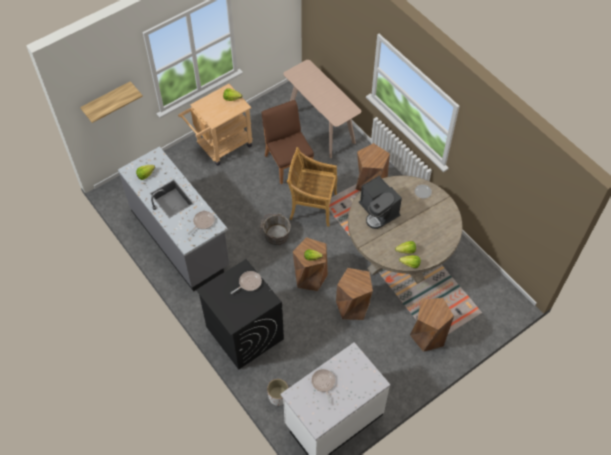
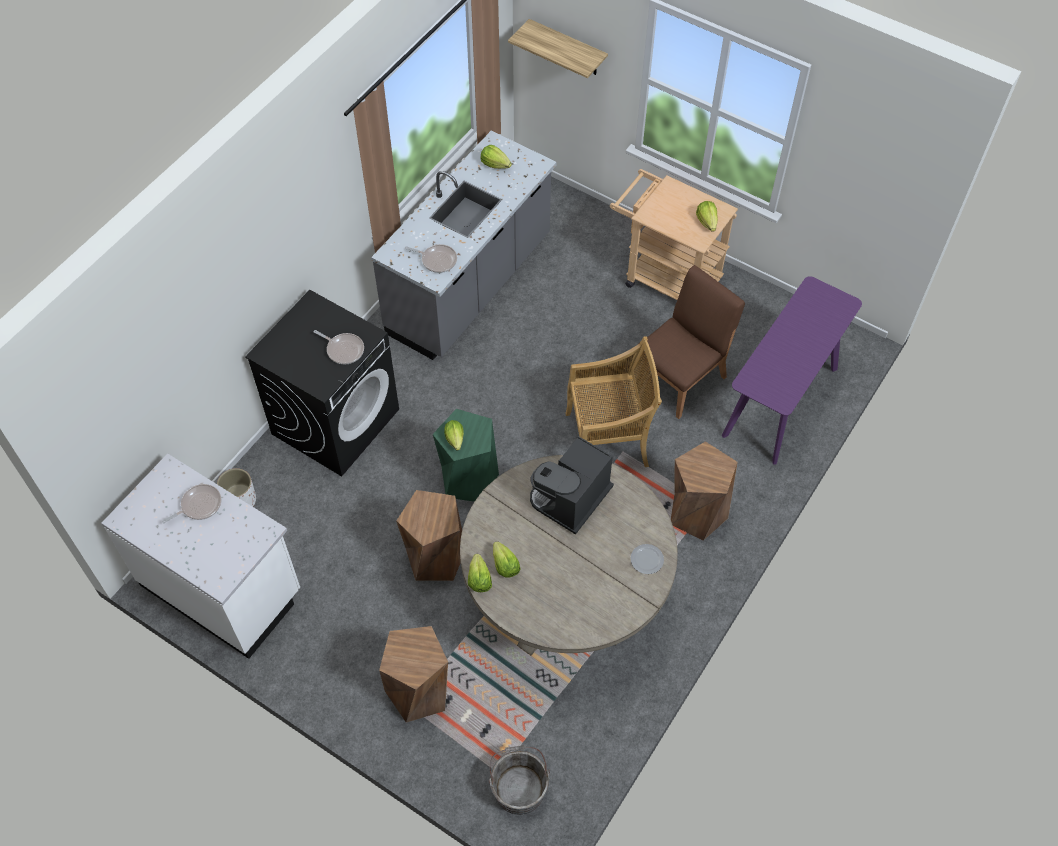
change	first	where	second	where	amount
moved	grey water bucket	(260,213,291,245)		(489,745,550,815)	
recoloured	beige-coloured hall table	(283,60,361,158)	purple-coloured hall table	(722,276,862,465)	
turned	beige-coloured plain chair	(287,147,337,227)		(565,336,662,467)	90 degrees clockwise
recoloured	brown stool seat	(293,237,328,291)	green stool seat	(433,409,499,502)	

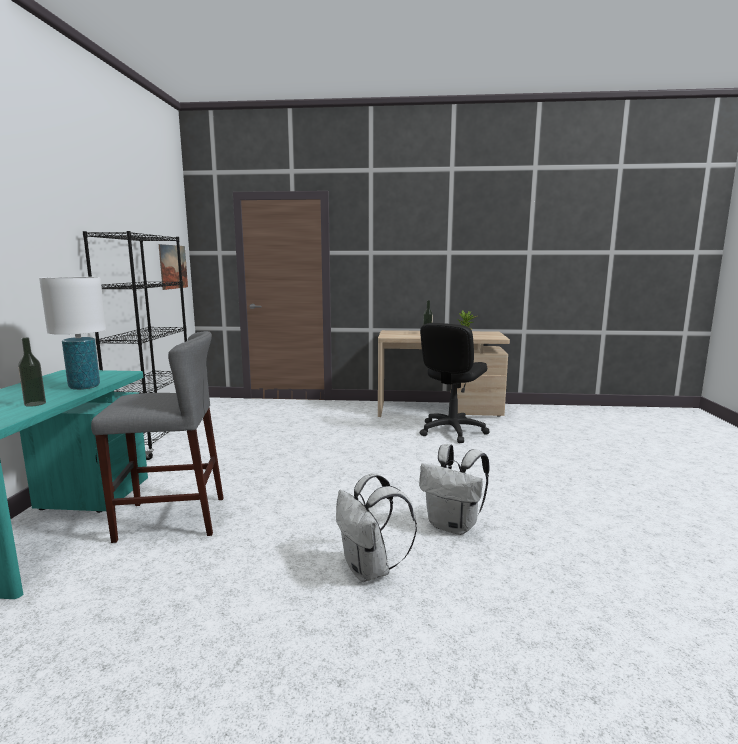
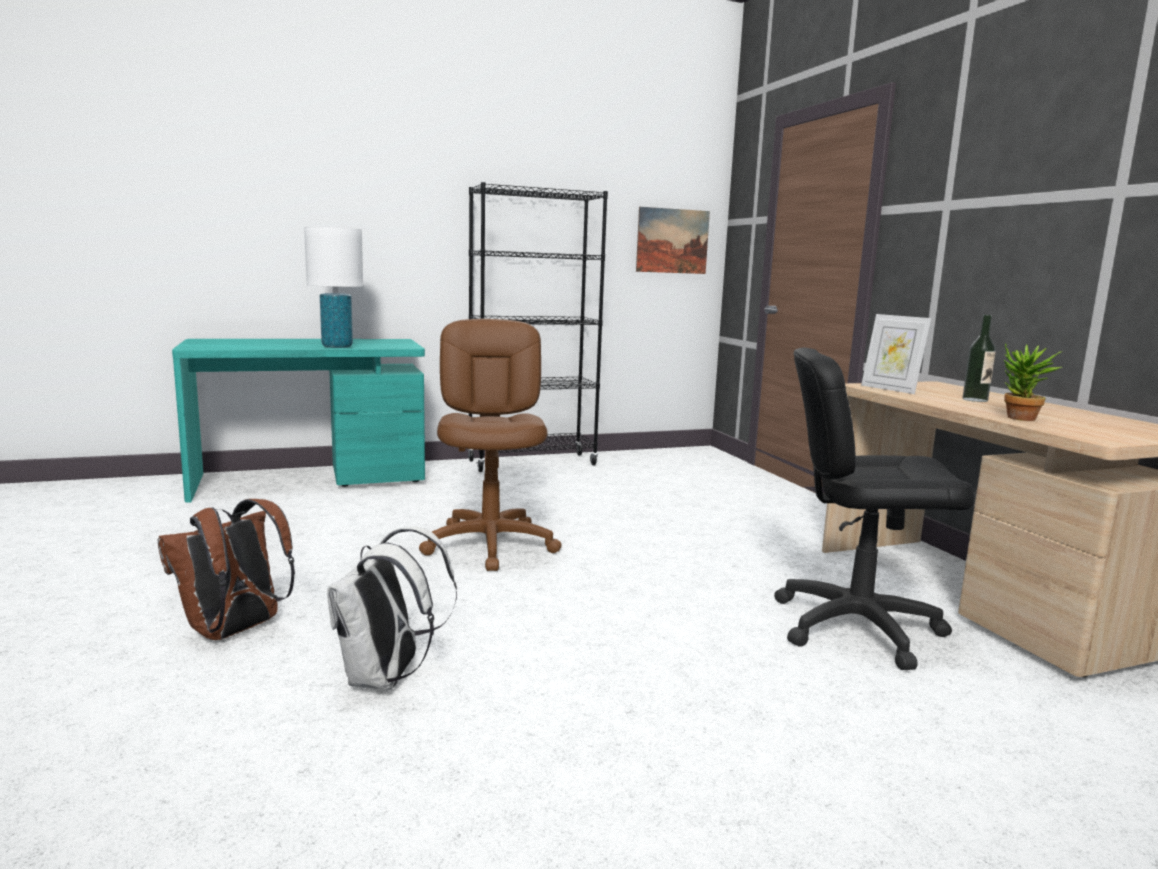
change	first	where	second	where	amount
removed	drink bottle	(18,338,46,407)			
removed	grey stool seat	(91,331,223,543)			
recoloured	whitish rucksack	(336,473,417,582)	brown rucksack	(158,499,295,640)	
added			brown computer chair	(419,319,562,571)	
added			standing frame	(861,314,931,394)	

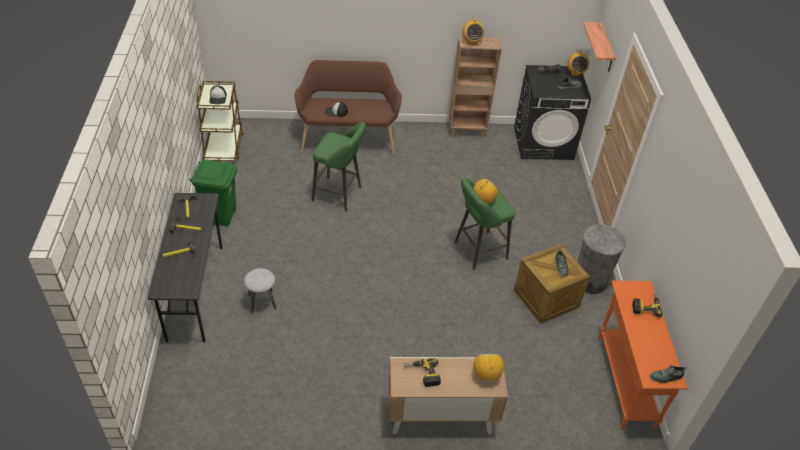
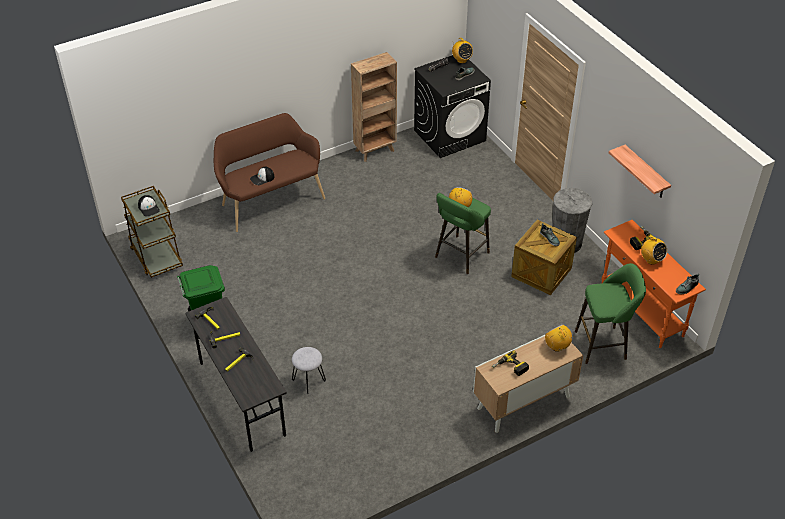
change	first	where	second	where	amount
moved	green stool seat	(312,122,366,211)		(575,263,646,364)	
moved	radio	(462,17,484,45)		(641,236,667,265)	
moved	shelf	(583,22,616,72)		(609,145,671,198)	

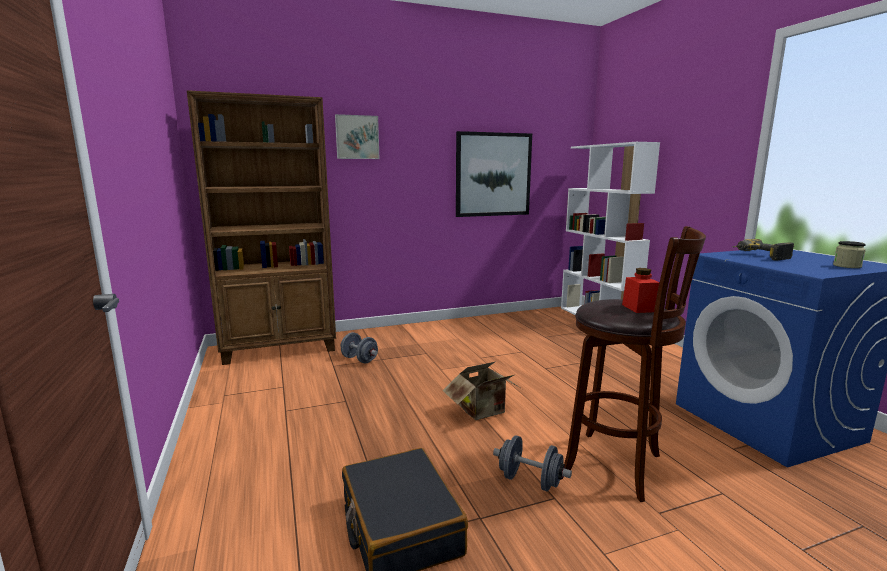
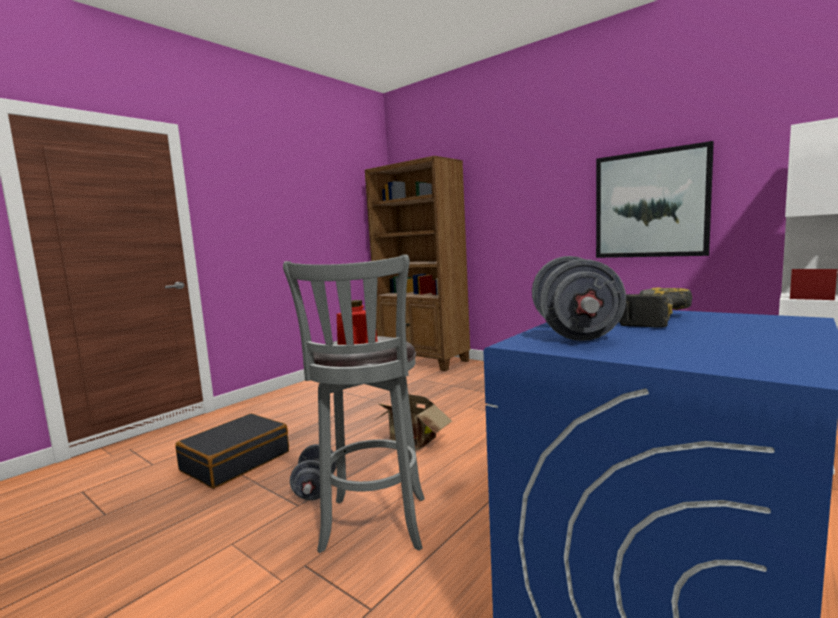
change	first	where	second	where	amount
removed	wall art	(335,114,379,159)			
moved	grey dumbbell	(341,332,378,363)		(532,256,626,341)	
recoloured	brown stool seat	(564,226,706,502)	grey stool seat	(283,255,425,553)	
removed	preserve jar	(833,241,866,268)			

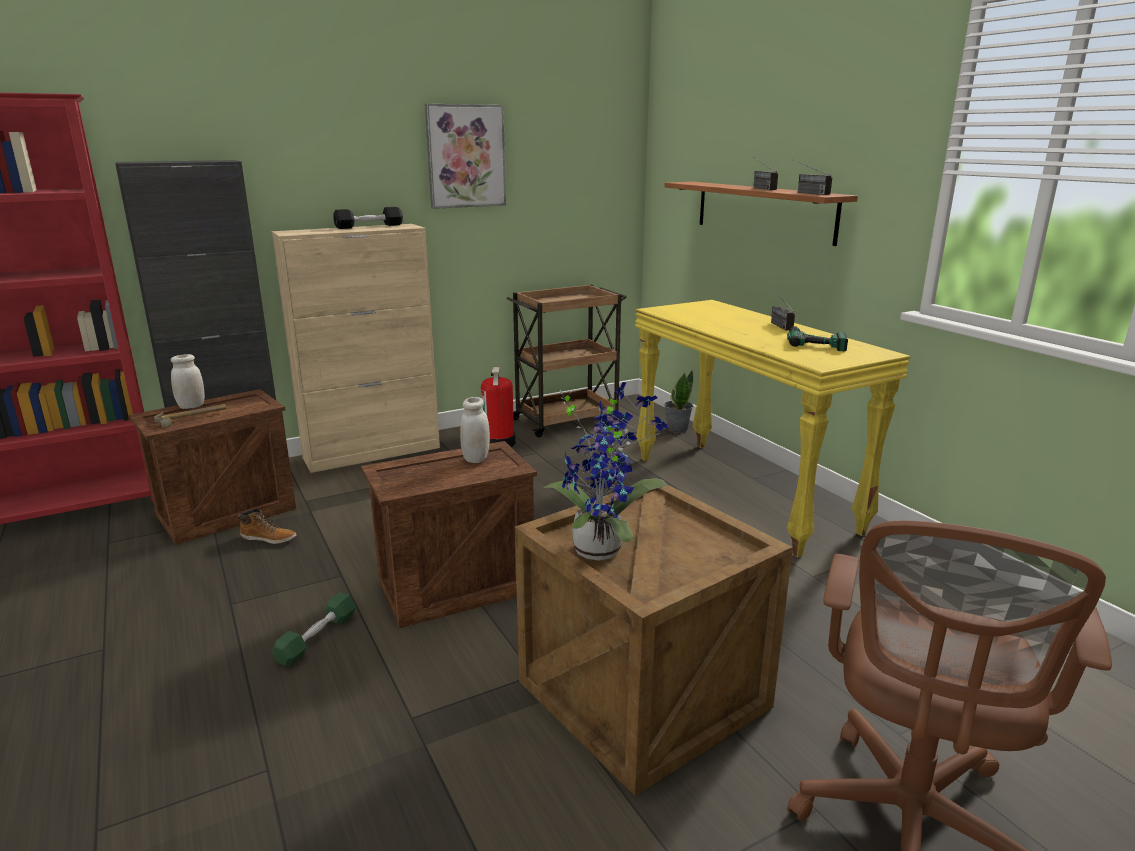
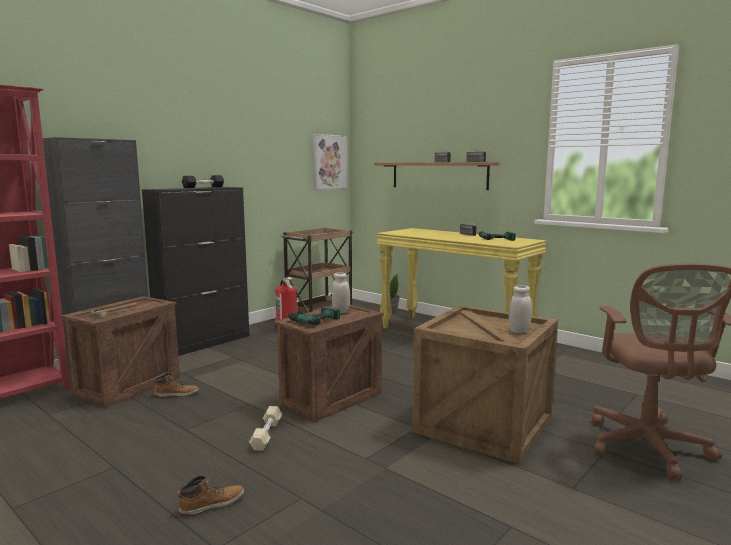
change	first	where	second	where	amount
moved	whitish preserve jar	(171,354,205,409)		(509,285,532,333)	
recoloured	beige-coloured cabinet	(272,224,440,473)	black-coloured cabinet	(142,187,249,356)	
recoloured	green dumbbell	(273,592,356,666)	beige-coloured dumbbell	(249,406,282,451)	
moved	wall art	(425,104,506,209)		(312,134,347,190)	
removed	houseplant	(545,382,668,561)			
added			high-top boot	(177,475,244,517)	
added			power drill	(282,307,340,325)	

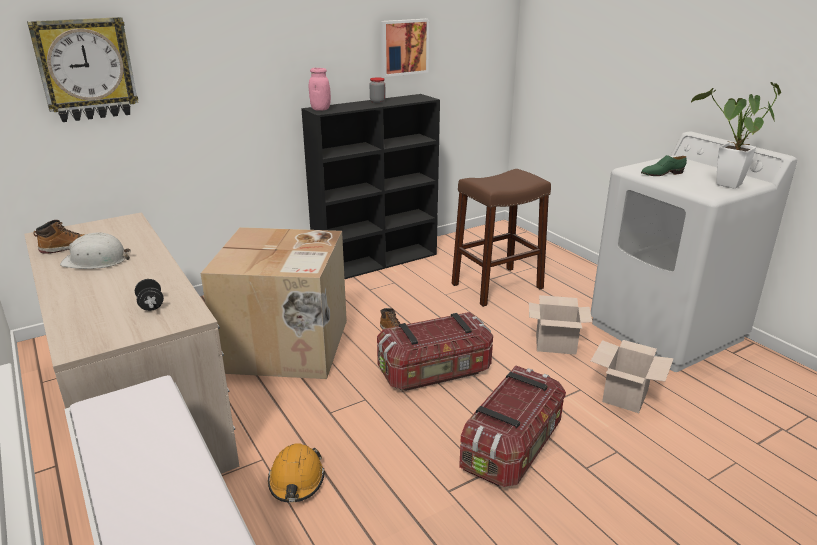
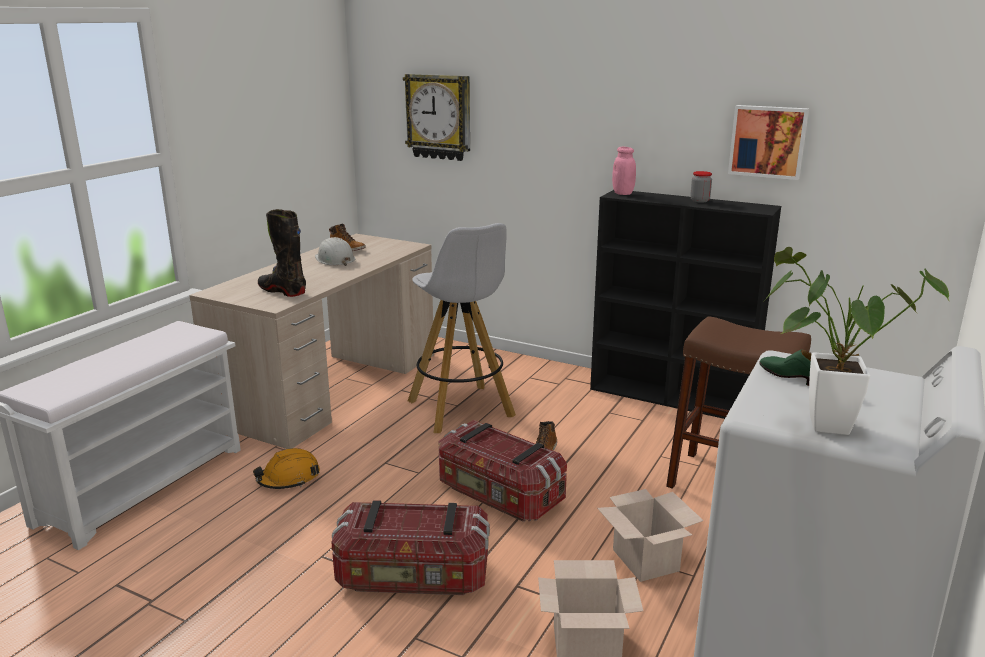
change	first	where	second	where	amount
replaced	black-coloured dumbbell	(135,279,164,311)	black-coloured high-top boot	(258,209,306,297)	
replaced	carton	(200,227,347,379)	whitish stool seat	(408,223,516,433)	

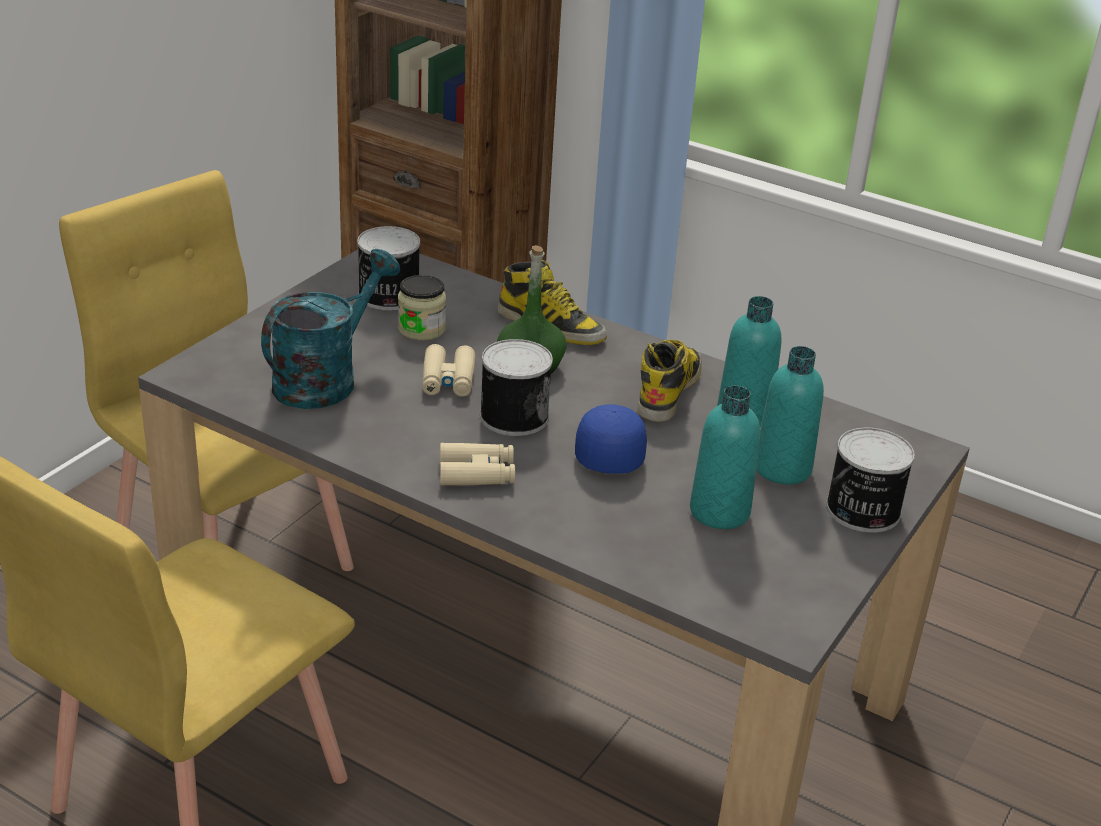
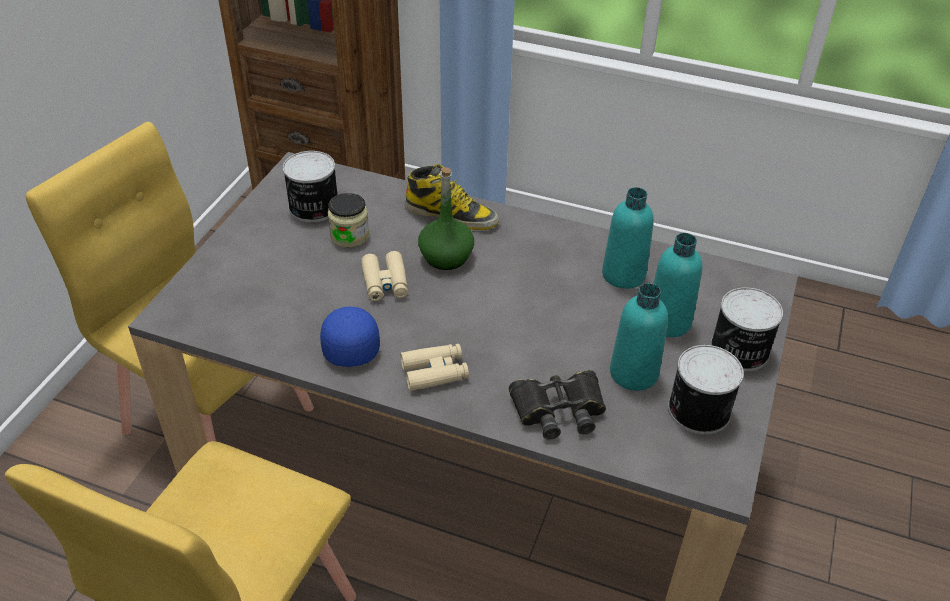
change	first	where	second	where	amount
removed	turquoise-coloured watering can	(261,249,400,409)			
moved	sealed can	(480,339,553,436)		(668,345,744,435)	
moved	blue-coloured peaked cap	(575,404,647,474)		(320,306,380,367)	
removed	high-top boot	(637,340,702,422)			
added			black-coloured field glasses	(509,370,606,440)	

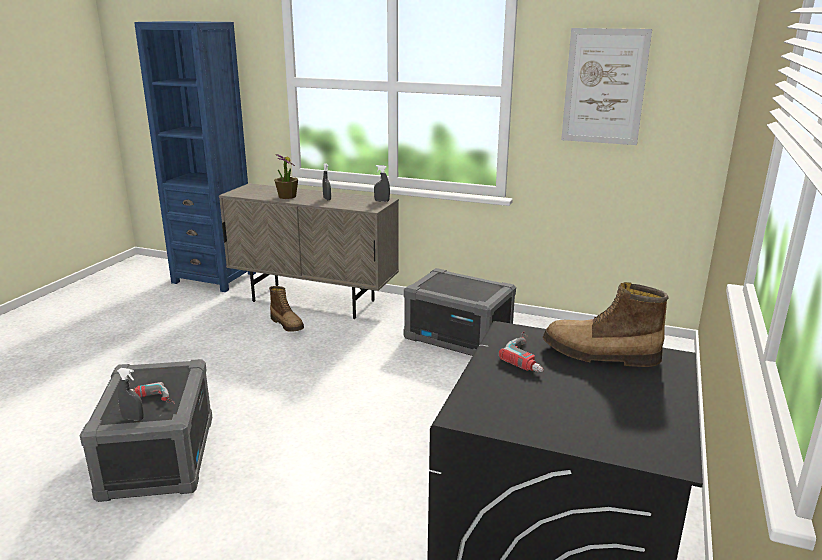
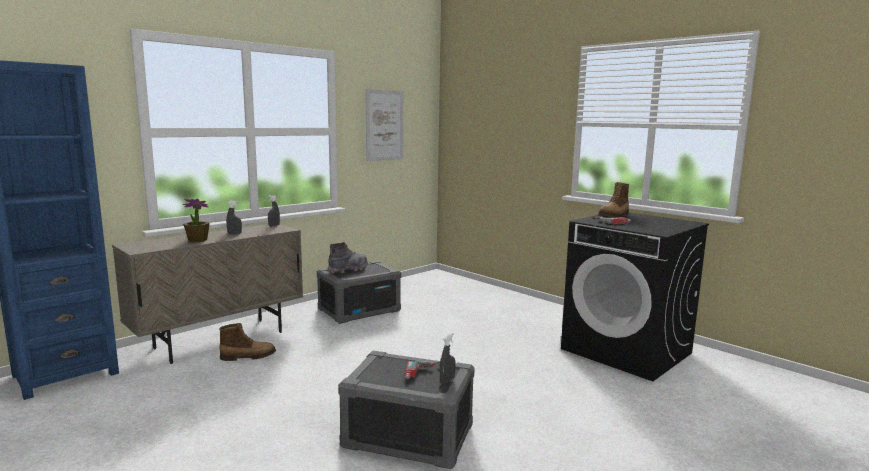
change	first	where	second	where	amount
added			grey high-top boot	(328,242,368,274)	

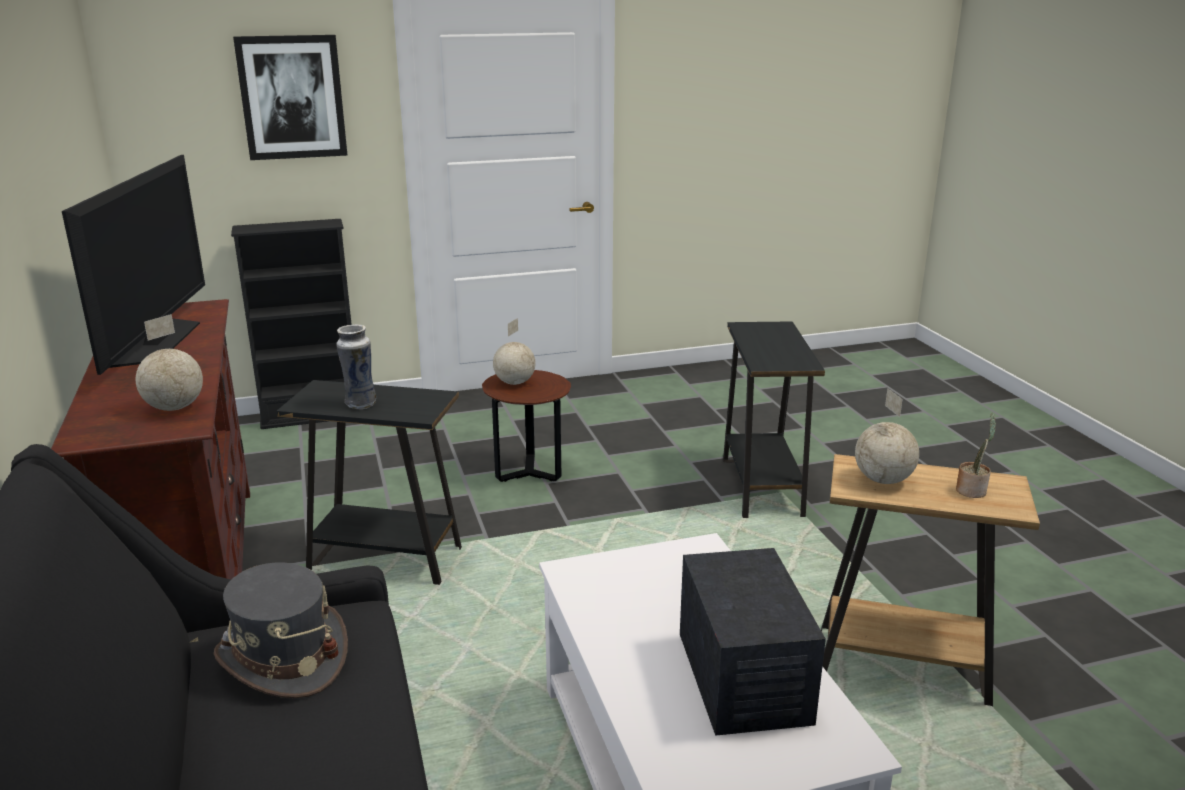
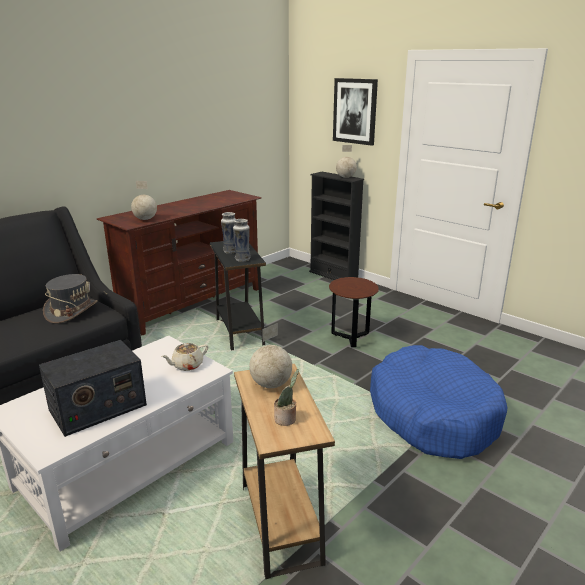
change	first	where	second	where	amount
removed	TV set	(62,155,205,375)			
moved	globe	(493,318,536,385)		(336,145,357,178)	
replaced	black-coloured accent table	(723,322,825,518)	blue-coloured pet bed	(370,345,508,459)	
added			beige-coloured teapot	(161,343,208,371)	
added			decorative vase	(233,219,251,262)	

